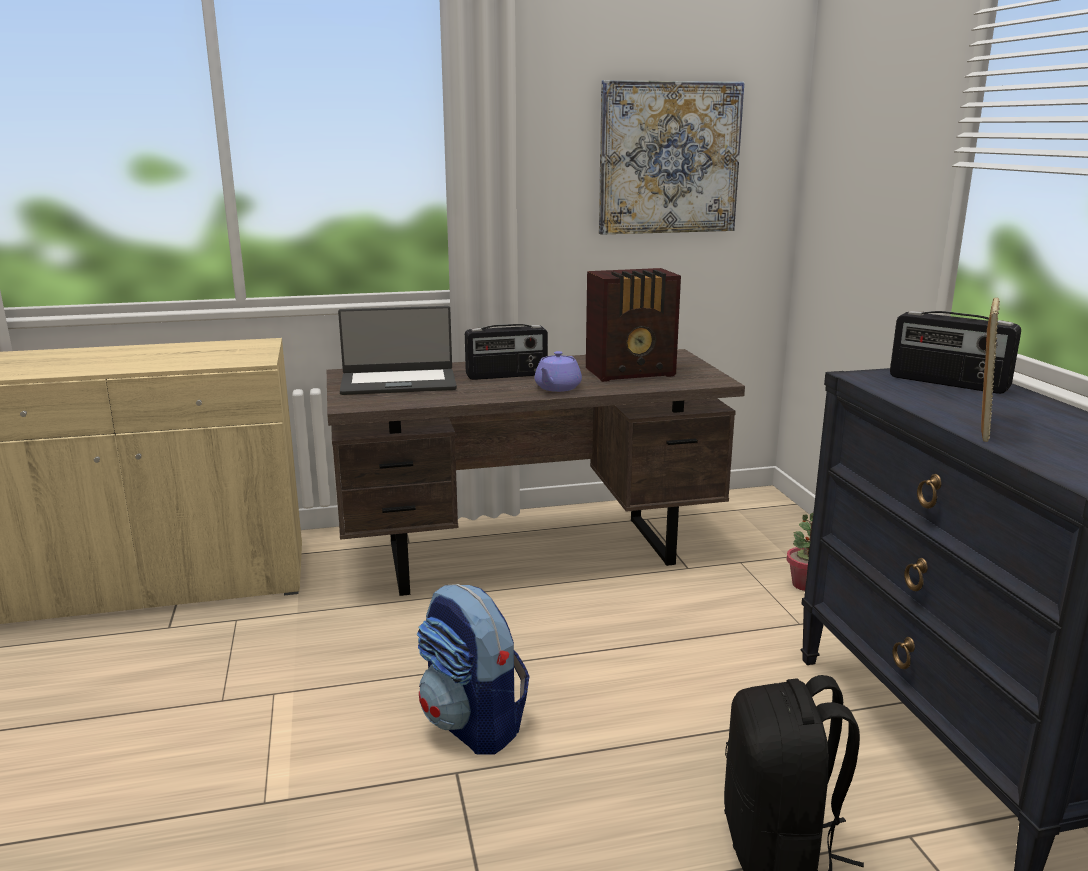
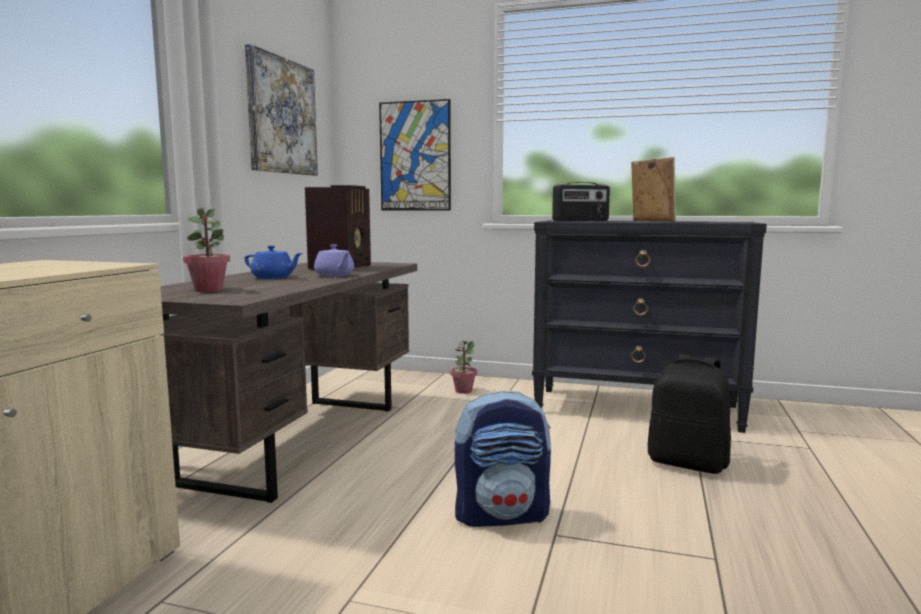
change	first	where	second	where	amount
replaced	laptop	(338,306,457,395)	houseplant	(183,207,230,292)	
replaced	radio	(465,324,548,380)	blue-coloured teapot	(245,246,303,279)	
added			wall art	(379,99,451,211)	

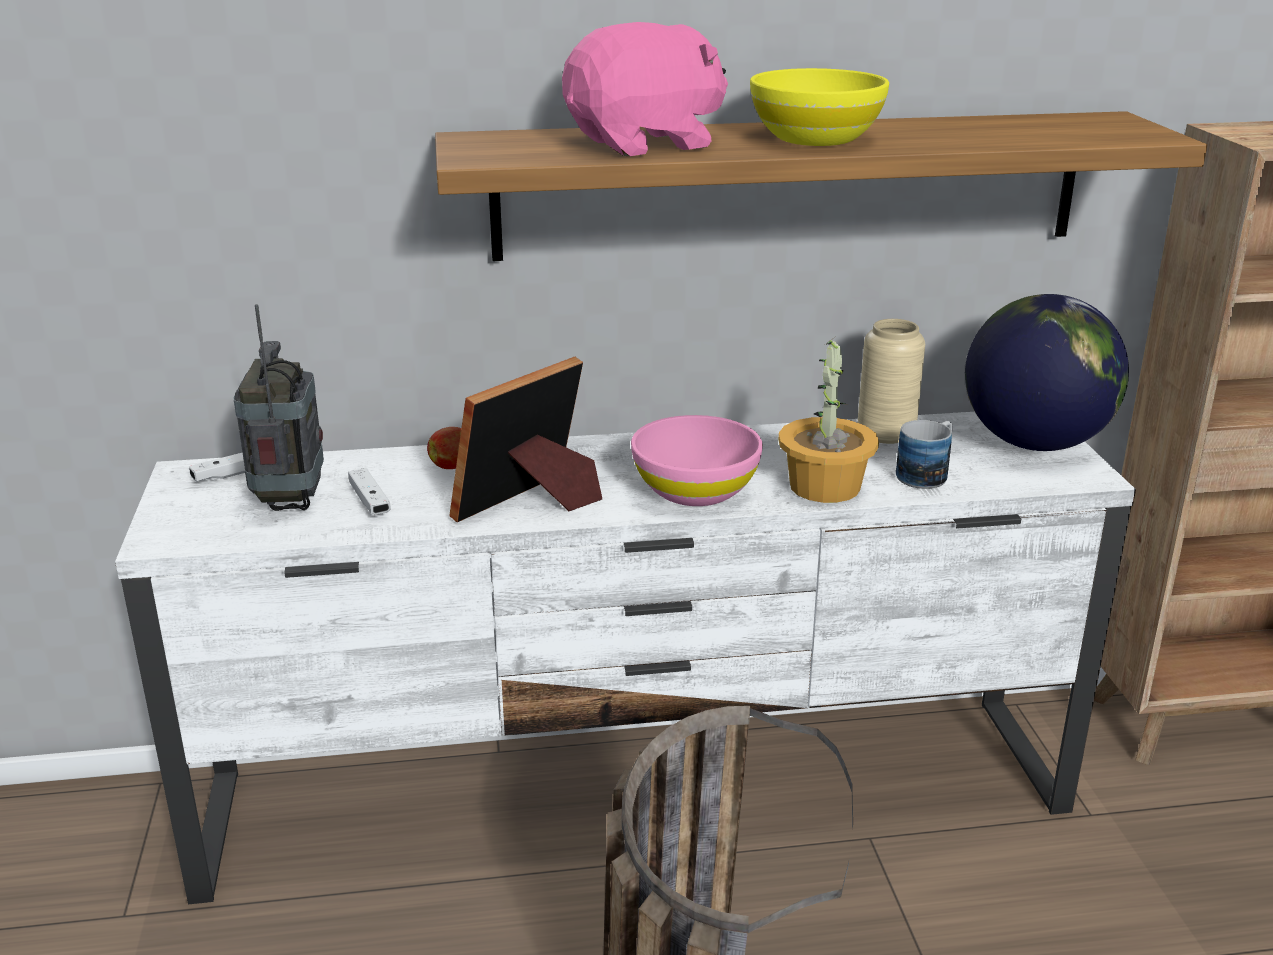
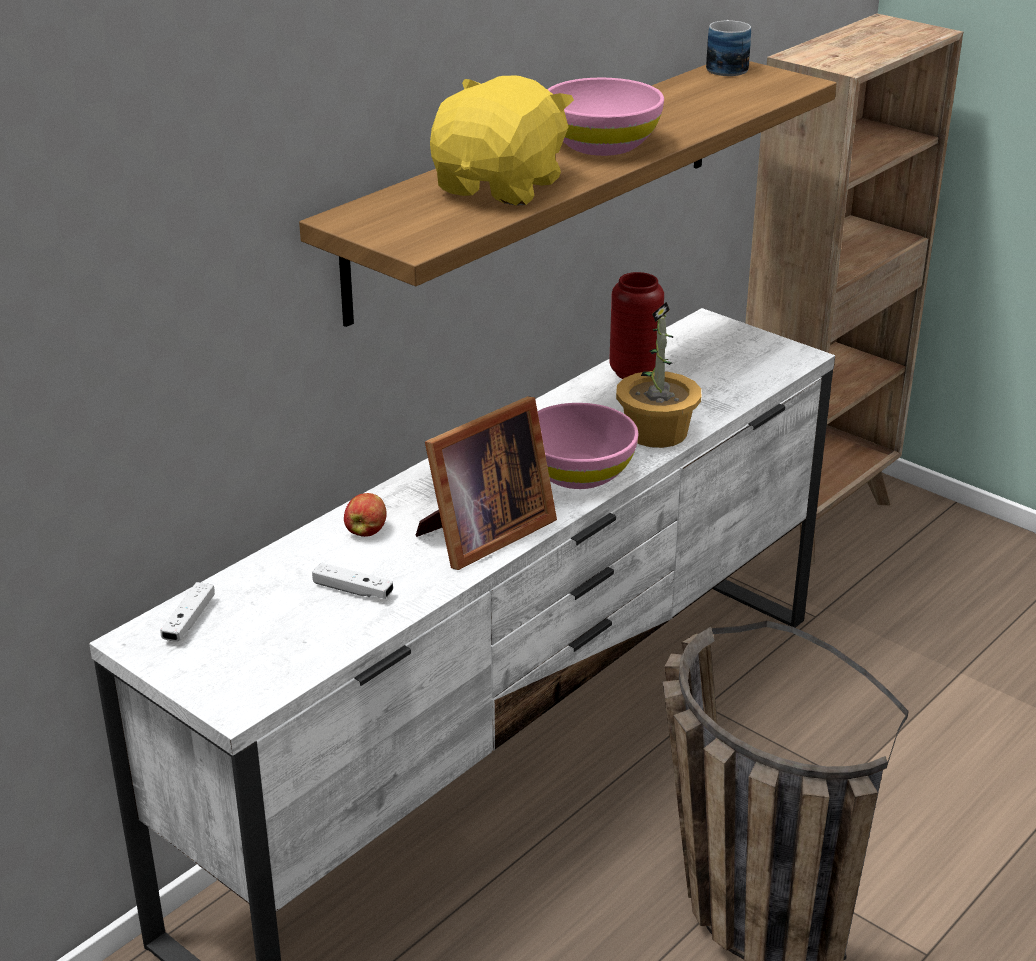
change	first	where	second	where	amount
removed	radio	(234,304,324,511)			
turned	standing frame	(449,357,602,522)		(416,396,557,570)	135 degrees counterclockwise
recoloured	pink-coloured soft toy	(562,22,728,156)	yellow soft toy	(430,76,574,205)	
recoloured	yellow deep dish	(750,68,889,146)	pink-coloured deep dish	(547,78,664,156)	
recoloured	beige-coloured decorative vase	(858,319,925,444)	red-coloured decorative vase	(609,272,664,379)	
moved	mug	(896,420,953,489)		(706,20,751,76)	
removed	globe	(965,294,1129,451)			

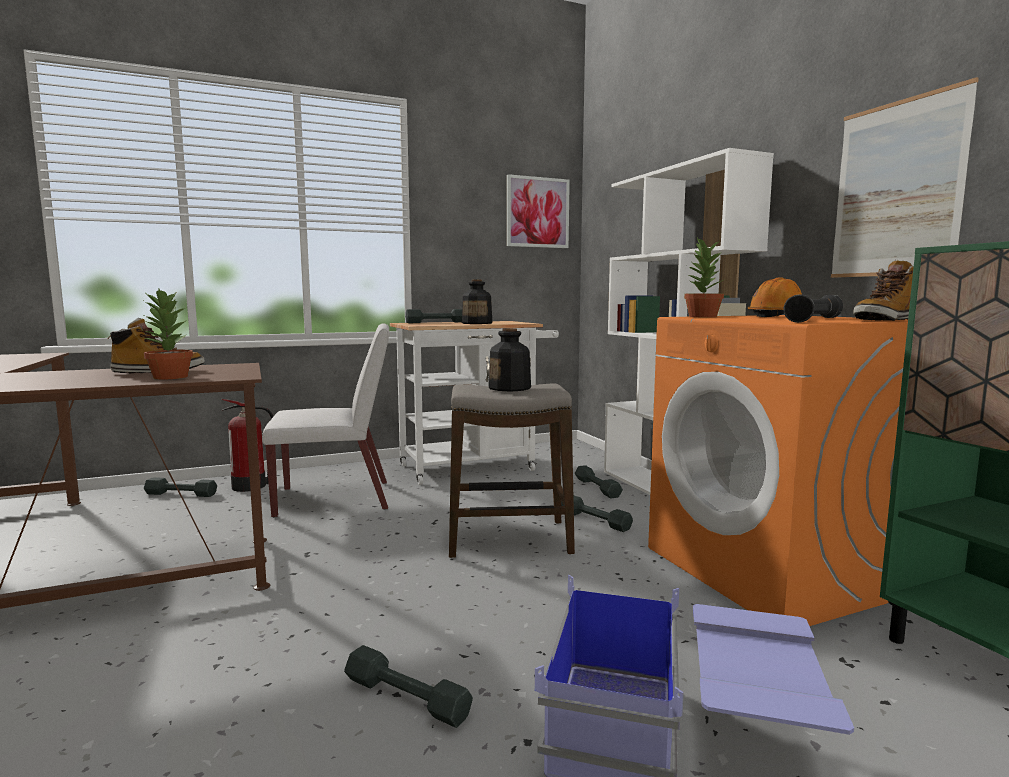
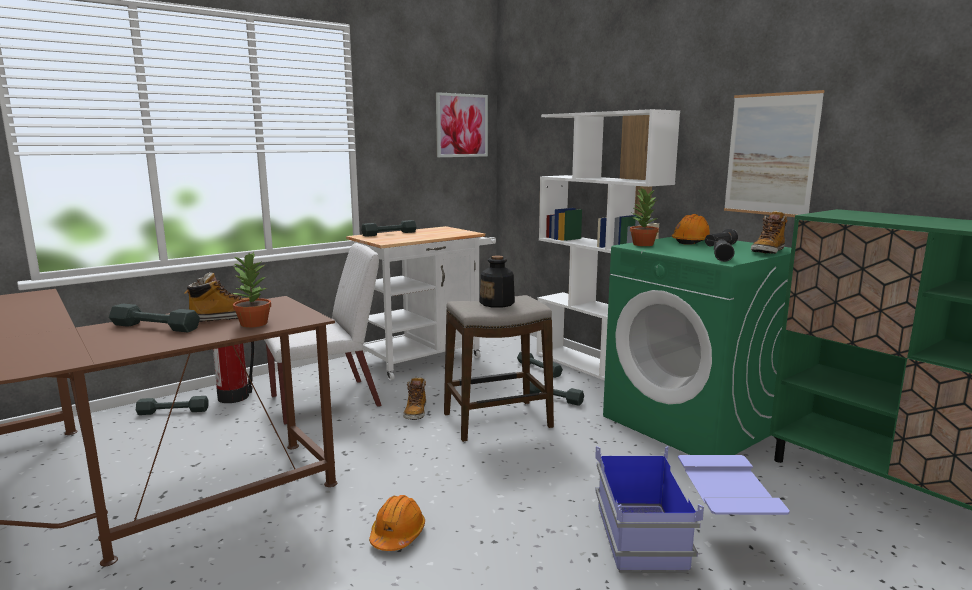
change	first	where	second	where	amount
moved	grey dumbbell	(344,645,473,728)		(109,304,200,332)	
removed	drink bottle	(462,280,492,324)			
recoloured	orangey laundry machine	(648,315,908,626)	green laundry machine	(603,237,791,455)	
added			orangey hard hat	(369,495,425,551)	
added			high-top boot	(403,377,426,420)	

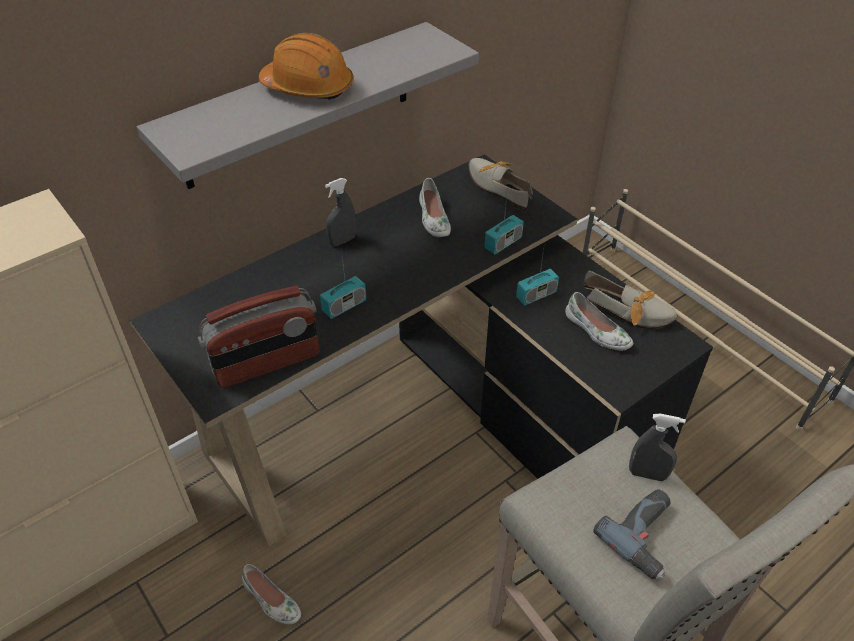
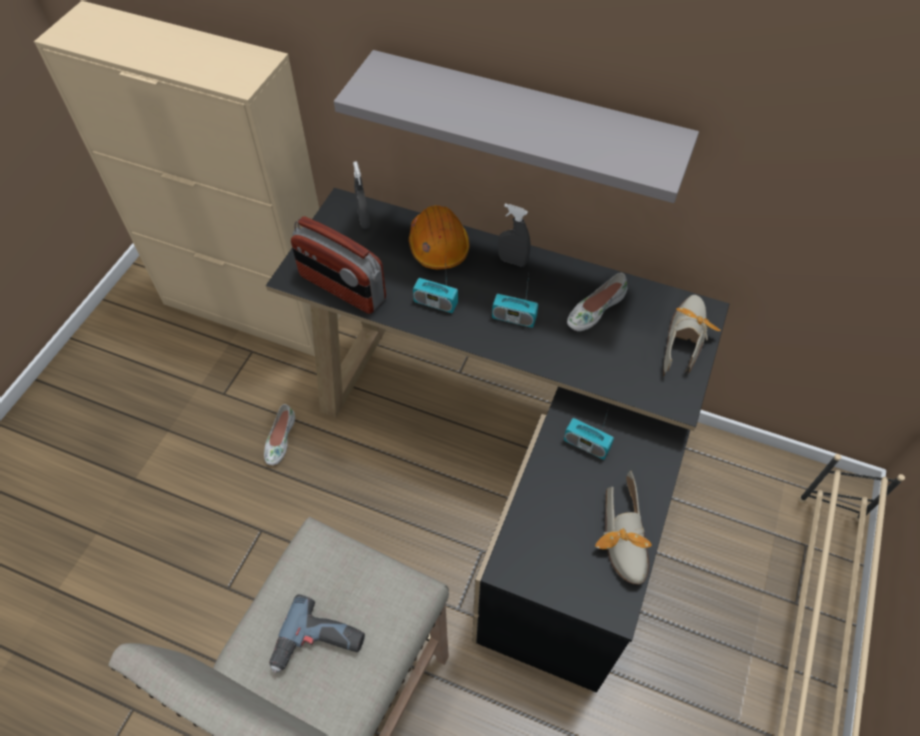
change	first	where	second	where	amount
moved	orangey hard hat	(259,33,353,100)		(409,205,469,269)	
moved	radio	(484,194,524,254)		(492,275,538,328)	
removed	whitish low shoe	(565,292,633,350)			
moved	grey hand sprayer	(629,414,686,481)		(353,161,370,229)	

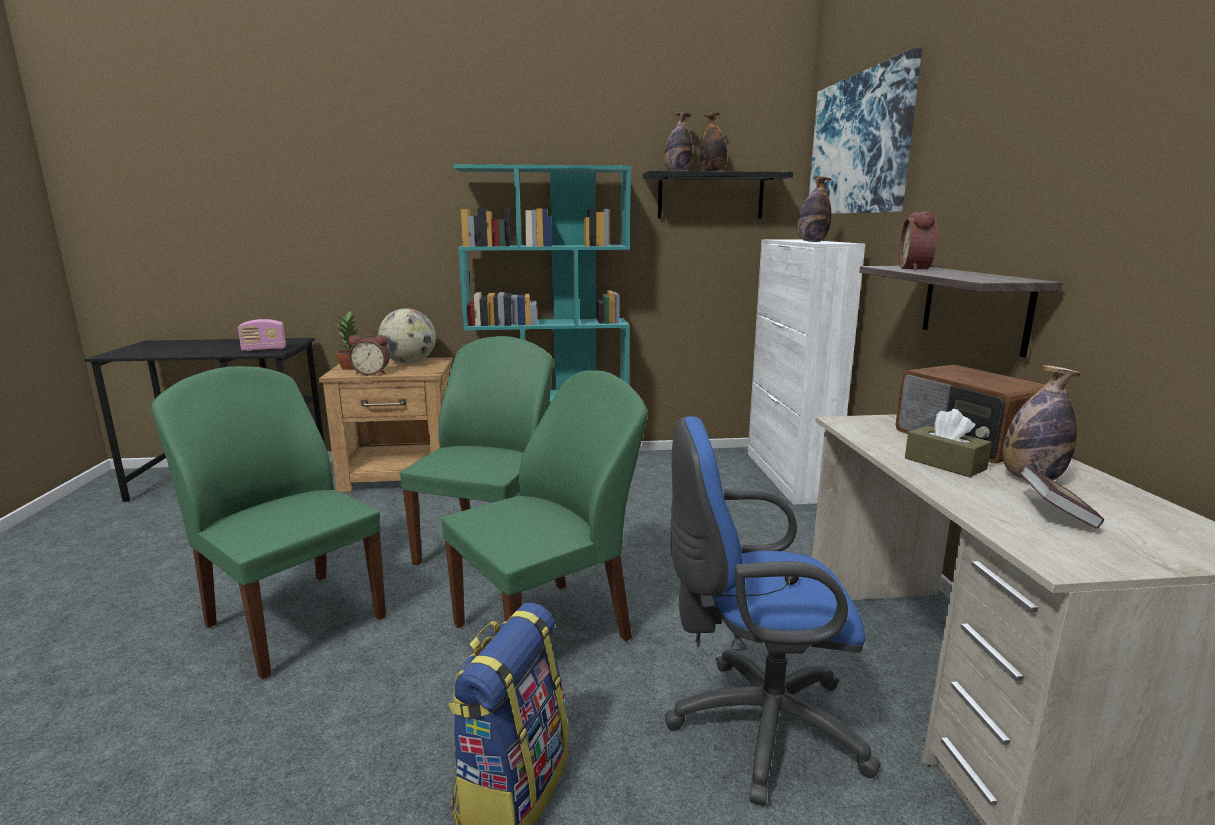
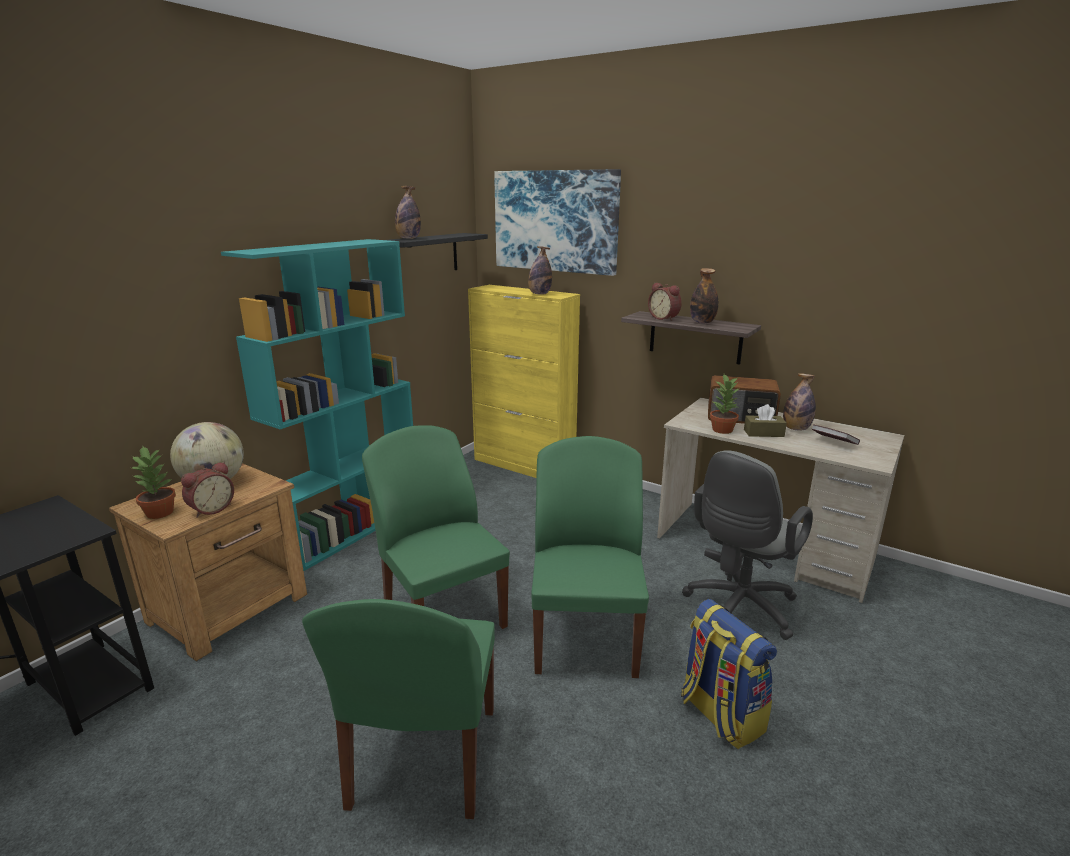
change	first	where	second	where	amount
turned	green plain chair	(151,366,386,680)		(302,599,495,819)	75 degrees counterclockwise
removed	radio	(238,319,286,351)			
recoloured	blue-coloured computer chair	(665,416,880,806)	grey computer chair	(682,450,813,640)	
moved	drink bottle	(699,113,728,171)		(690,268,718,324)	
recoloured	whitish cabinet	(748,239,865,505)	yellow cabinet	(468,285,580,478)	
added			houseplant	(710,374,740,434)	

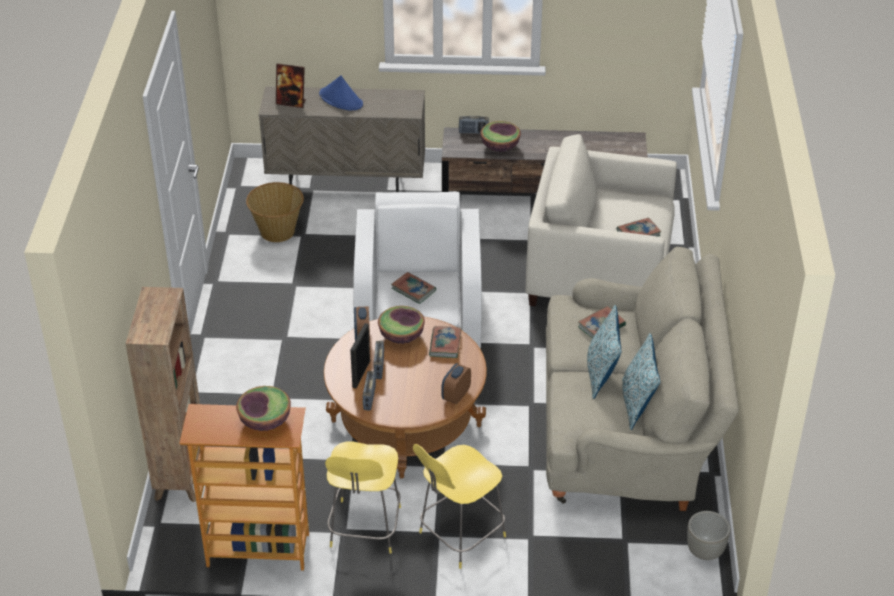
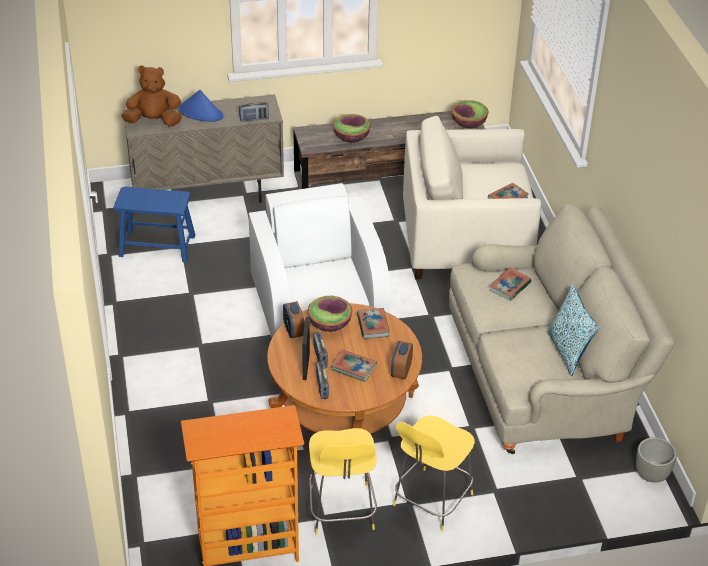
change	first	where	second	where	amount
removed	brown bookcase	(126,287,200,502)			
moved	deep dish	(236,386,291,431)		(451,100,489,128)	
replaced	household basket	(246,182,304,242)	blue-coloured stool seat	(113,187,195,263)	
replaced	standing frame	(276,63,306,108)	brown soft toy	(121,65,182,126)	
moved	volume	(391,272,436,304)		(331,349,377,382)	
moved	radio	(459,116,489,134)		(239,102,269,122)	
removed	cushion	(587,305,621,399)			

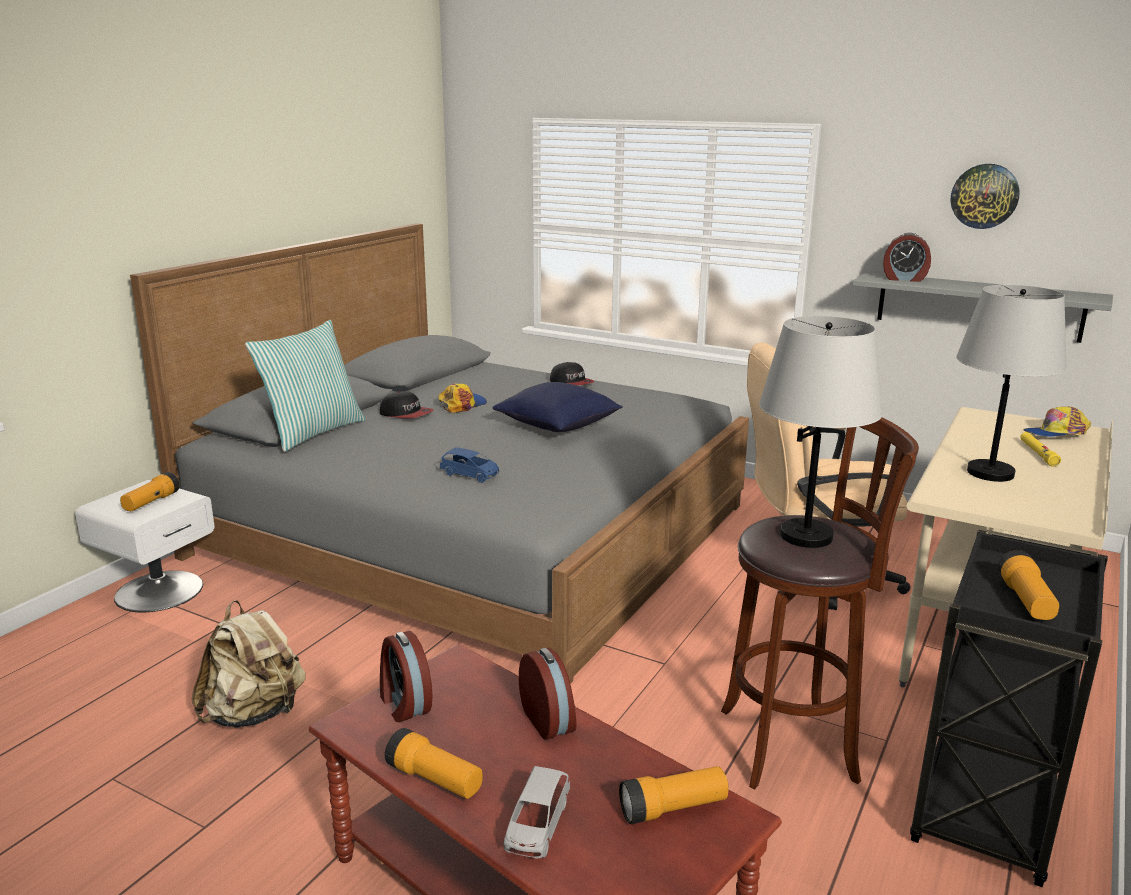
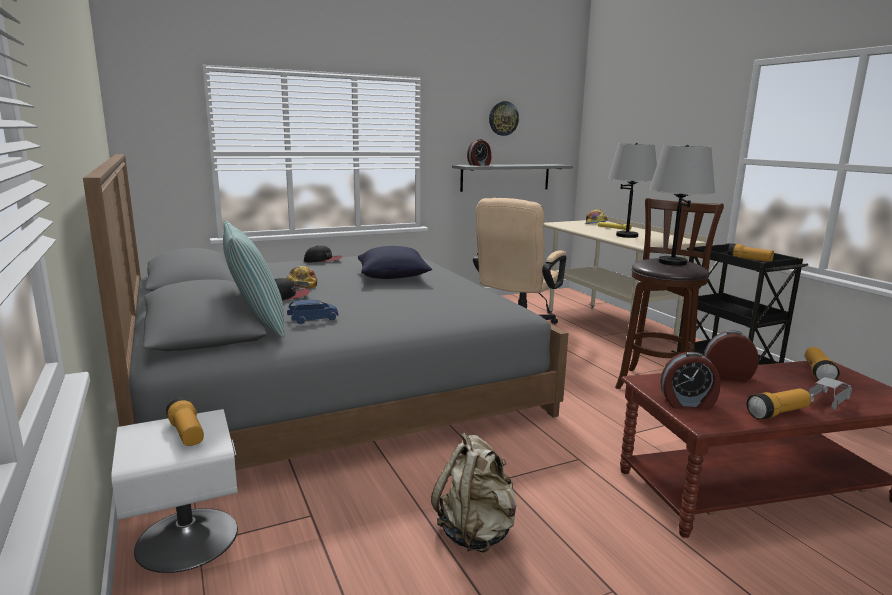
change	first	where	second	where	amount
moved	blue-coloured toy car	(440,447,499,483)		(287,300,338,324)	
turned	grey toy car	(504,766,570,858)		(809,377,852,410)	90 degrees counterclockwise

